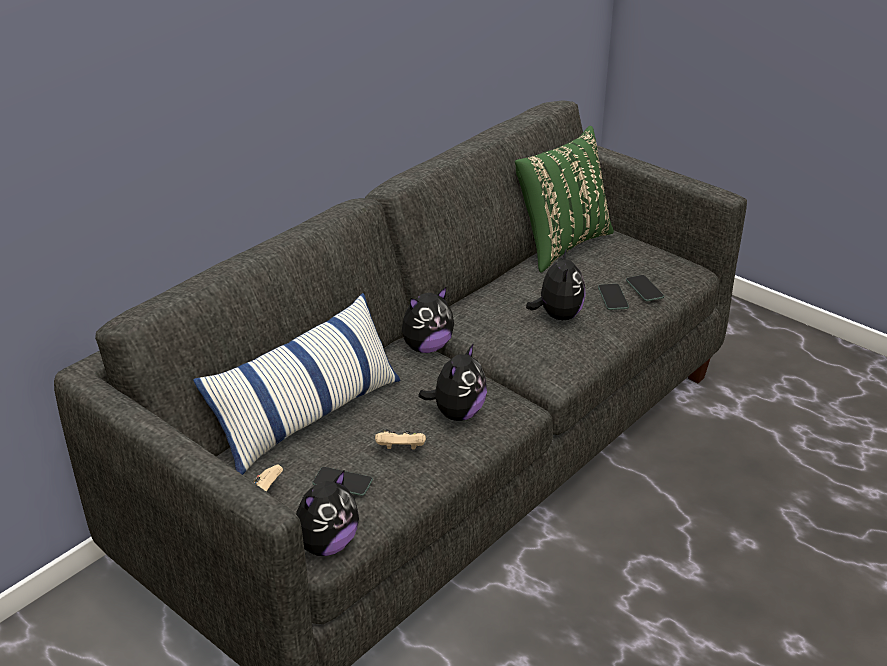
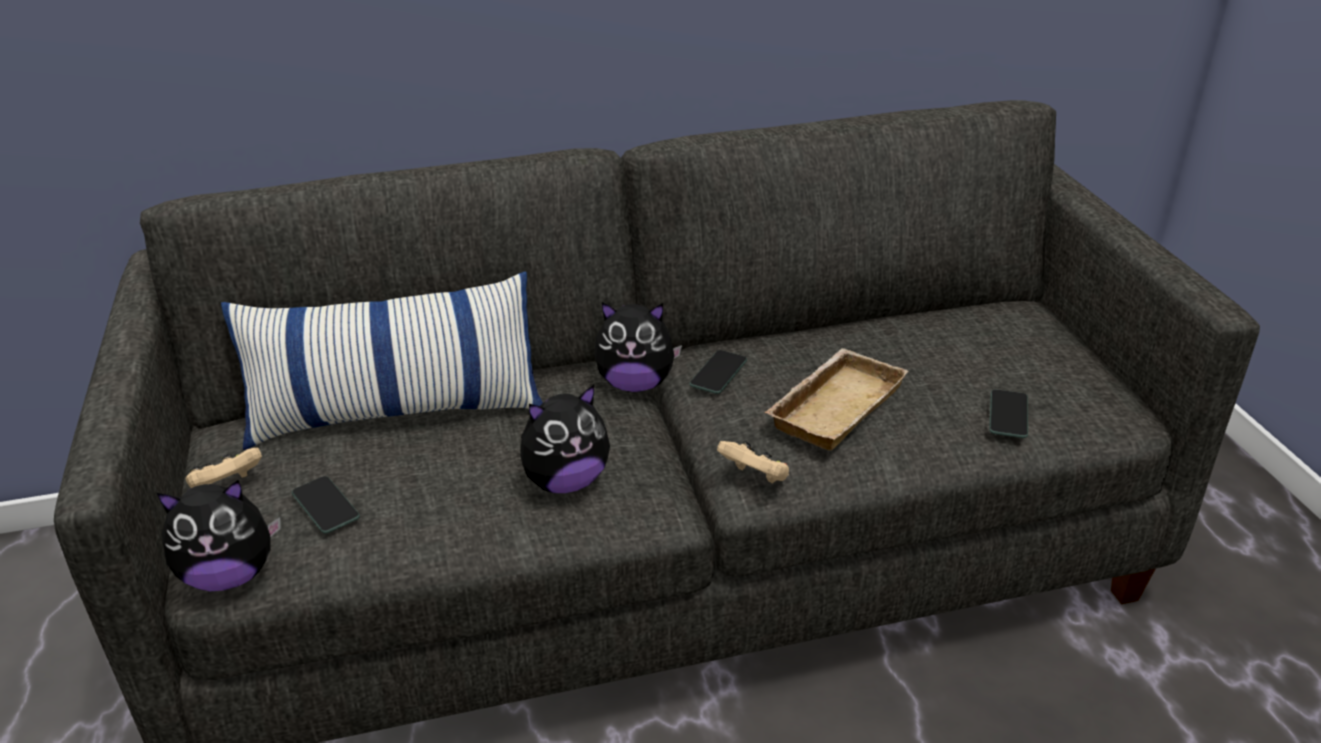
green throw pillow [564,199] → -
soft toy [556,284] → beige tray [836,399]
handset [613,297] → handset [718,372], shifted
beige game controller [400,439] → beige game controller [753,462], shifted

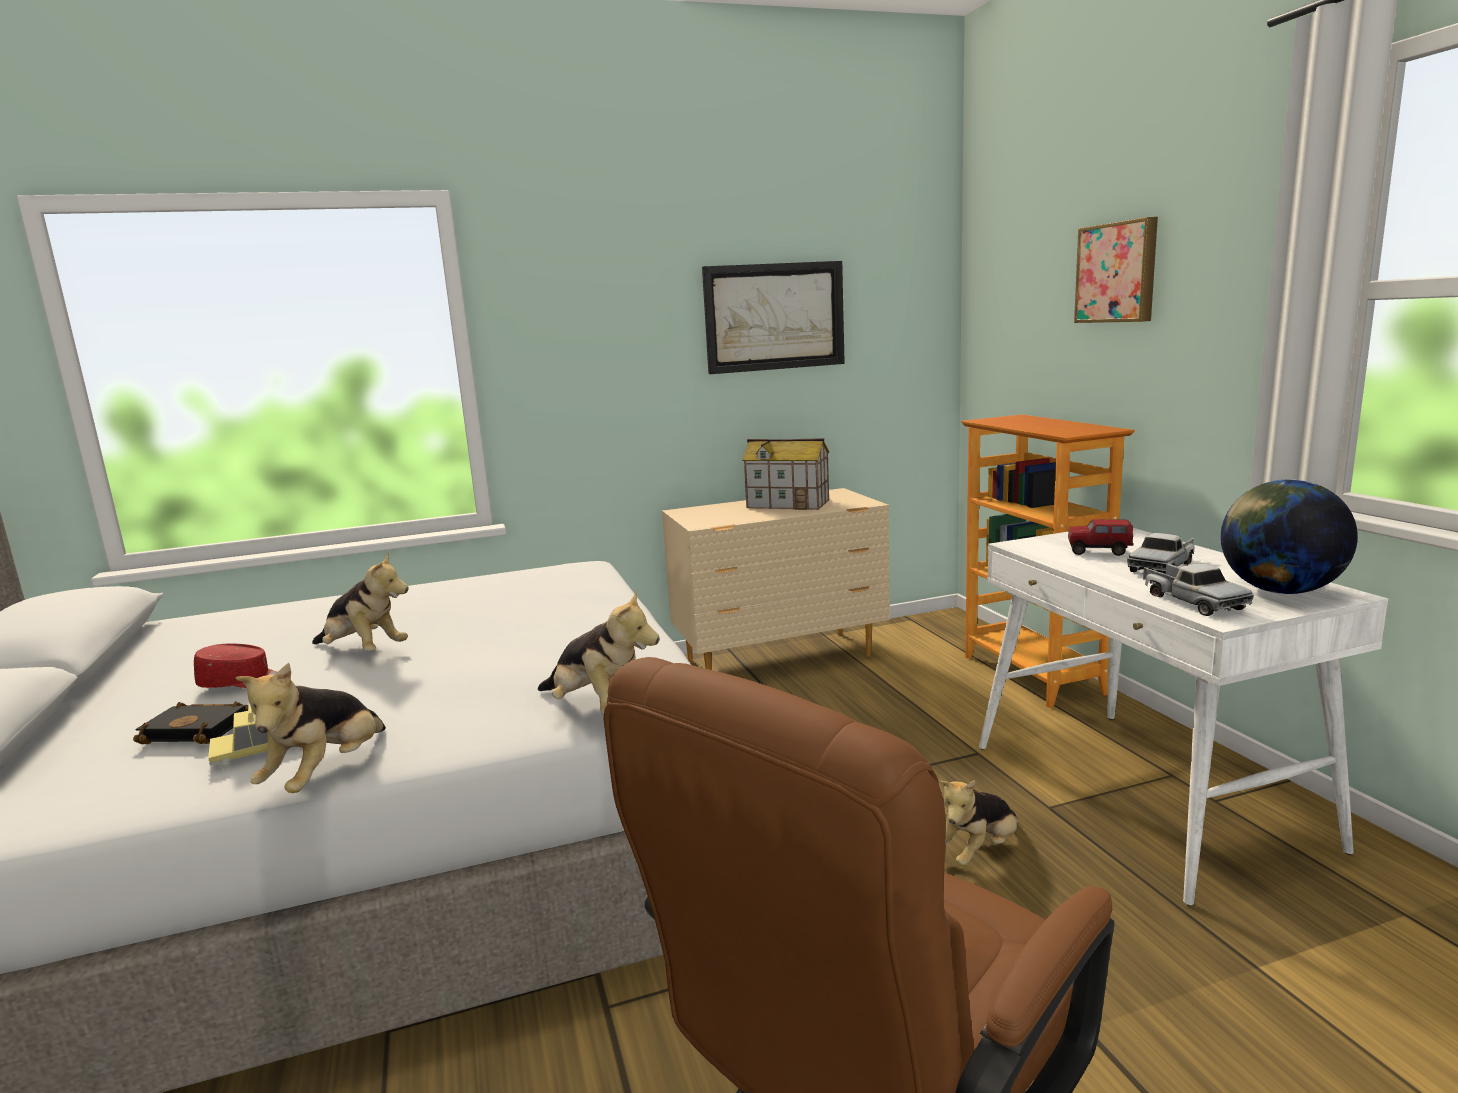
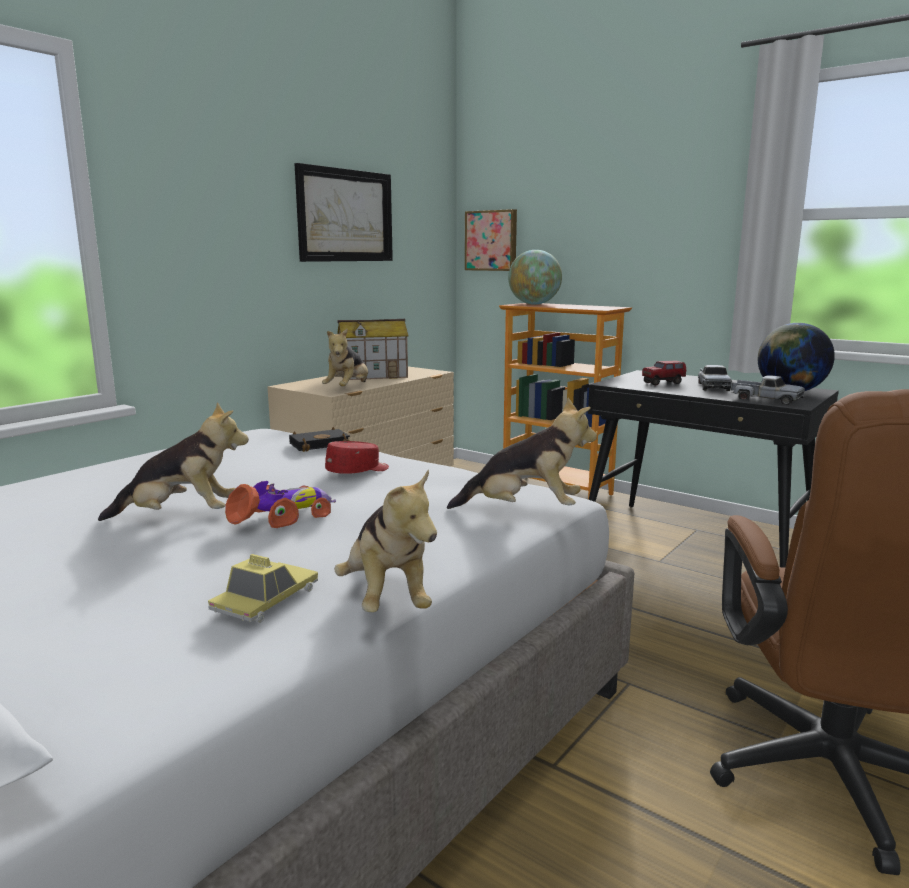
wall art [1116,270] → wall art [491,240], shifted
white desk table [1183,717] → black-coloured desk table [713,468]
red-coloured peaked cap [235,665] → red-coloured peaked cap [357,457], shifted
black-coloured volume [191,722] → black-coloured volume [319,439], shifted
soft toy [979,823] → soft toy [345,357], shifted
- → globe [535,277]
- → toy car [280,504]

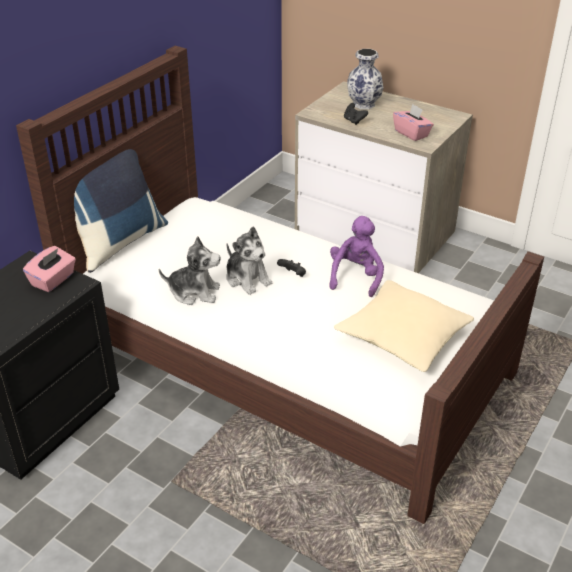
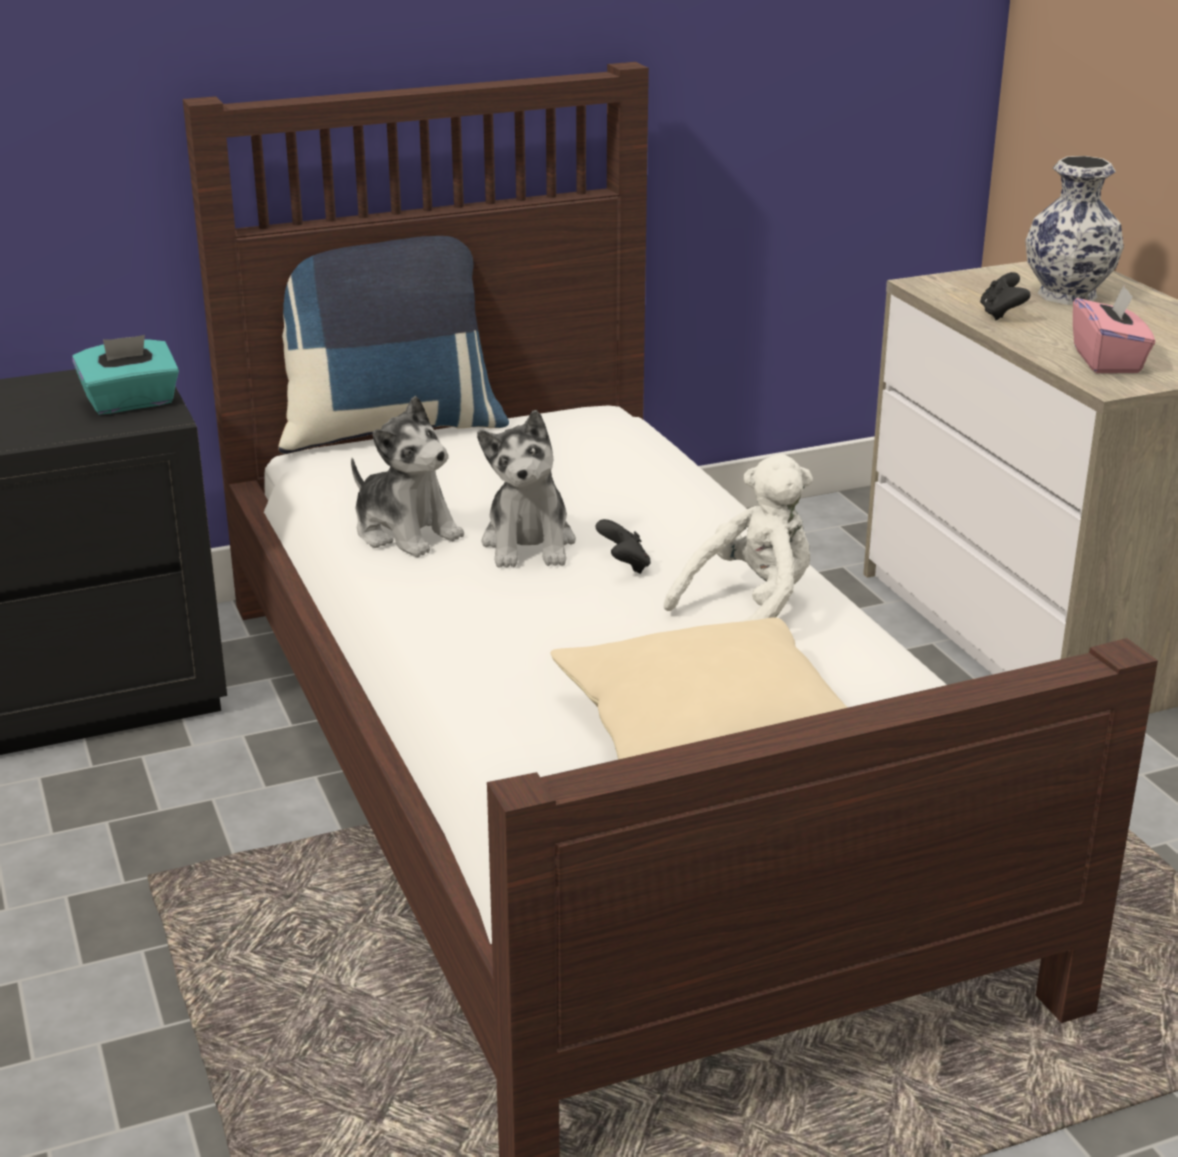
purple-coloured soft toy [356,256] → white soft toy [738,538]
pink-coloured tissue holder [49,269] → turquoise tissue holder [125,375]

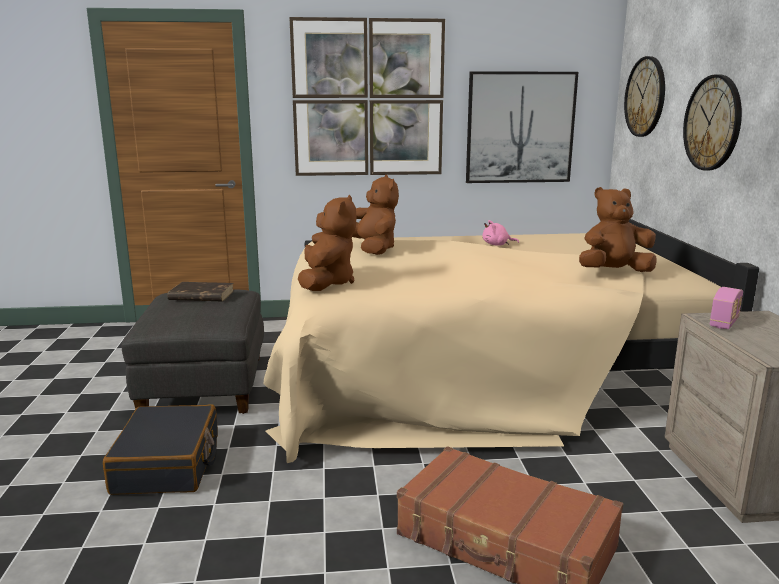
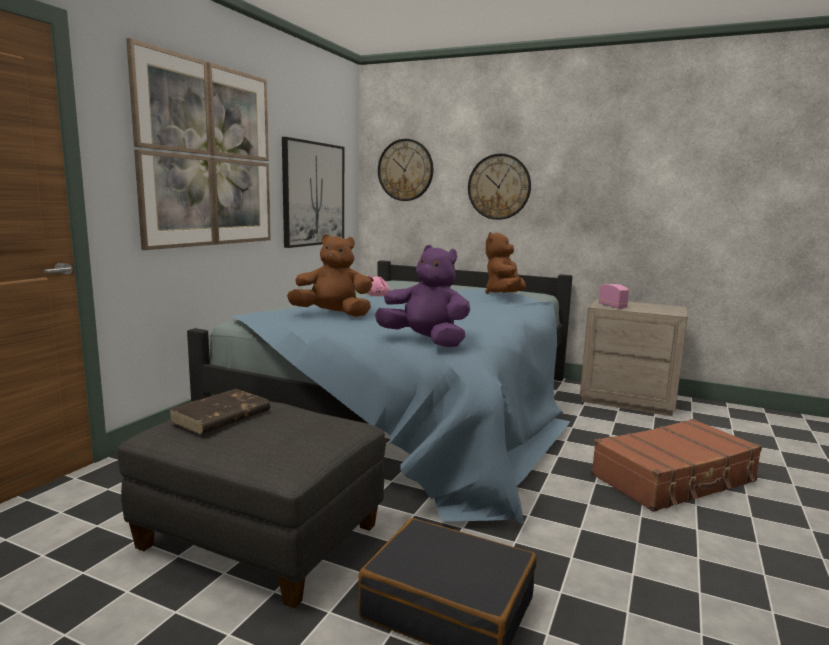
brown soft toy [327,243] → purple-coloured soft toy [422,296]
beige sleeping bed [511,341] → blue-coloured sleeping bed [380,392]

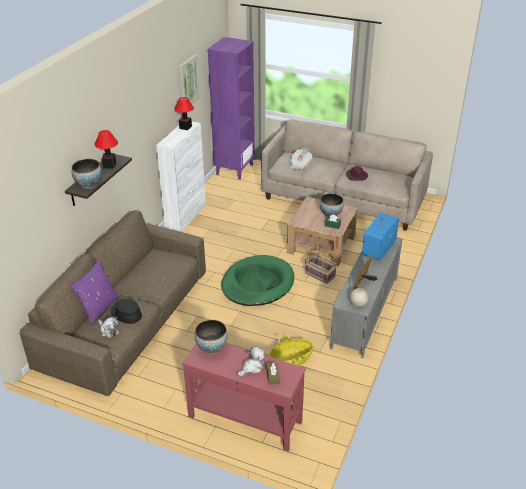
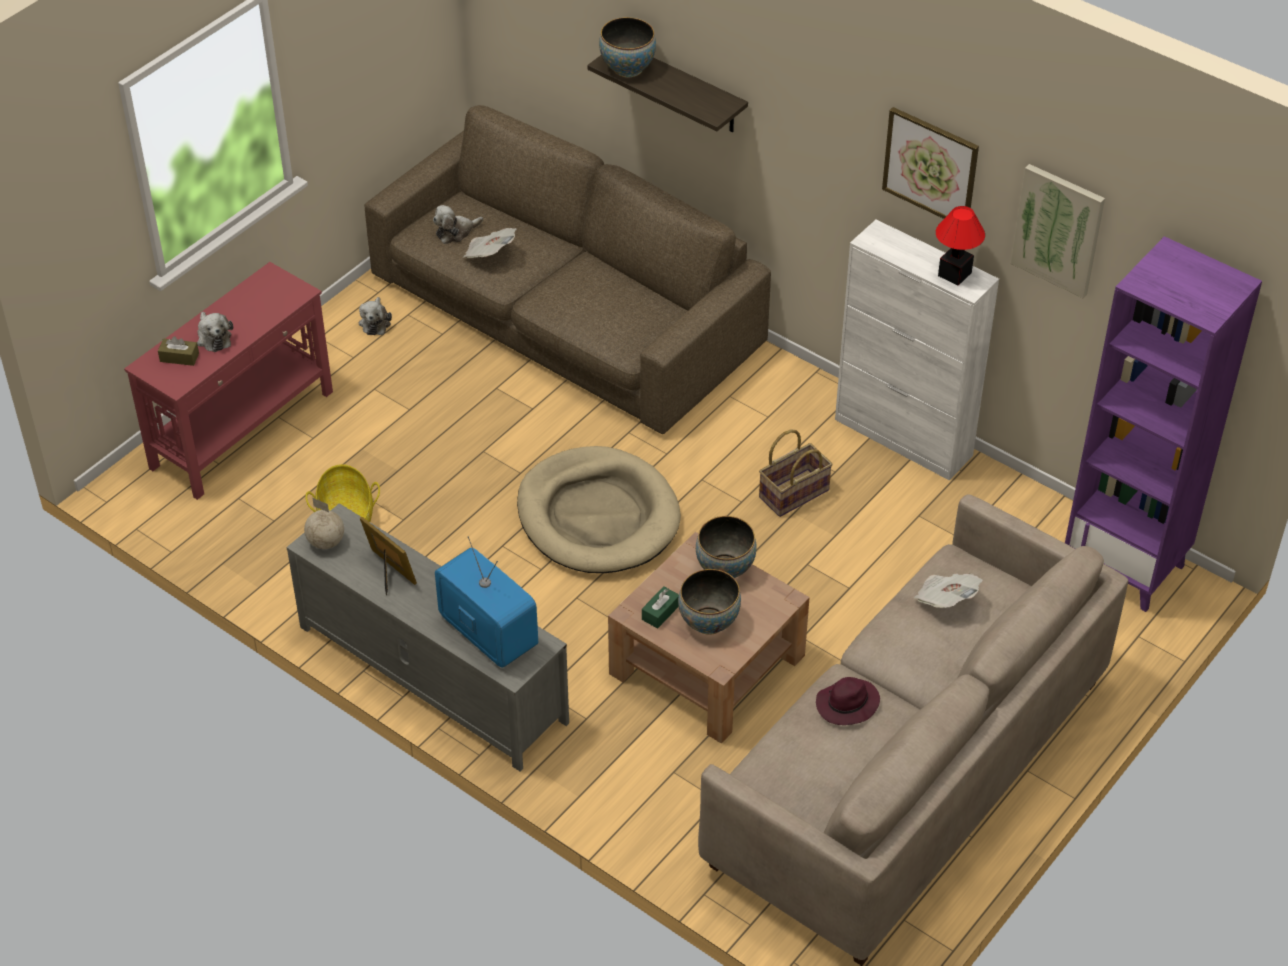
lamp for a table [106,149] → -
household basket [321,264] → household basket [796,473], shifted
green pet bed [257,280] → beige pet bed [599,509]
purple-coloured throw pillow [94,292] → -
black-coloured hat [126,311] → newspaper [489,243]
bowl [211,337] → bowl [726,547], shifted
- → wall art [930,163]
- → soft toy [375,316]

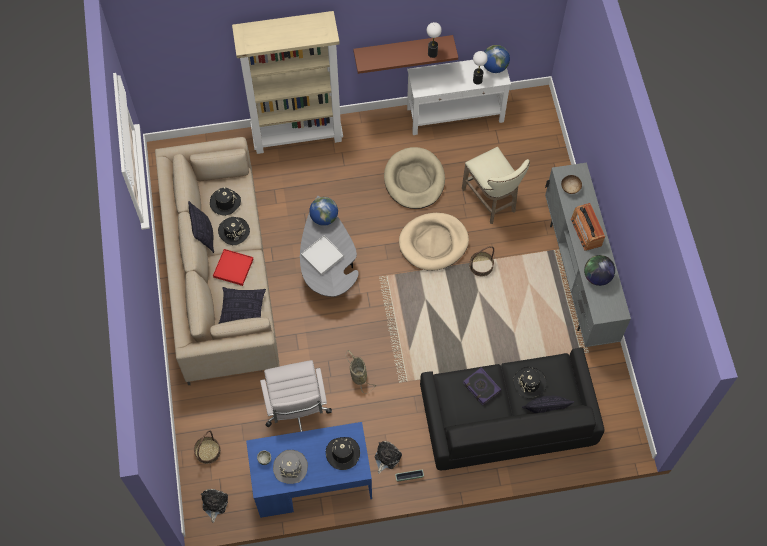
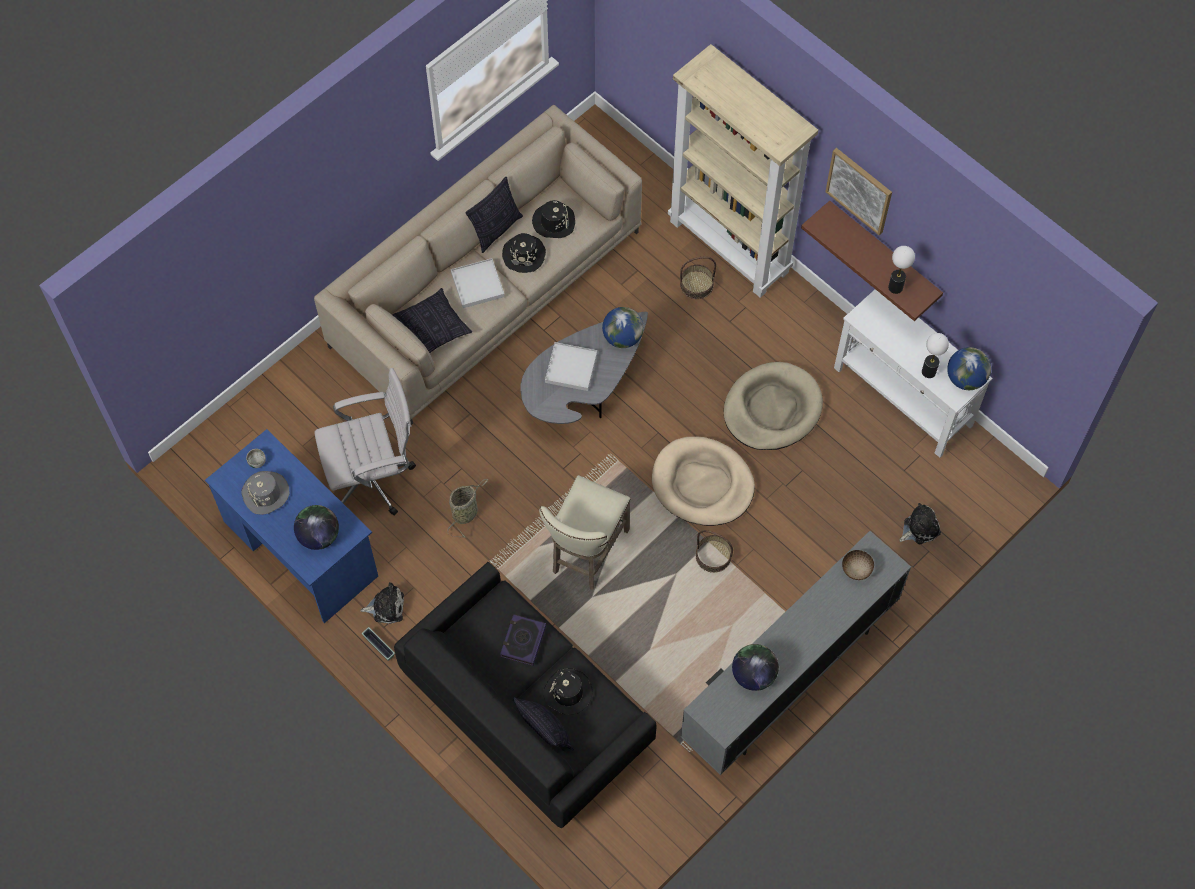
beige stool [496,185] → beige stool [584,532], shifted
radio receiver [588,227] → -
red-coloured tray [233,267] → white tray [478,283]
white office chair [296,396] → white office chair [365,442], 150 degrees counterclockwise
household basket [207,447] → household basket [698,278], shifted
black-coloured hat [343,453] → globe [316,527]
soft toy [214,506] → soft toy [920,523], shifted
- → wall art [858,192]

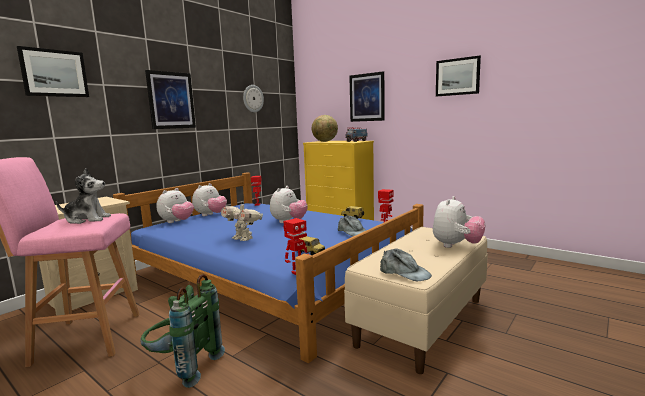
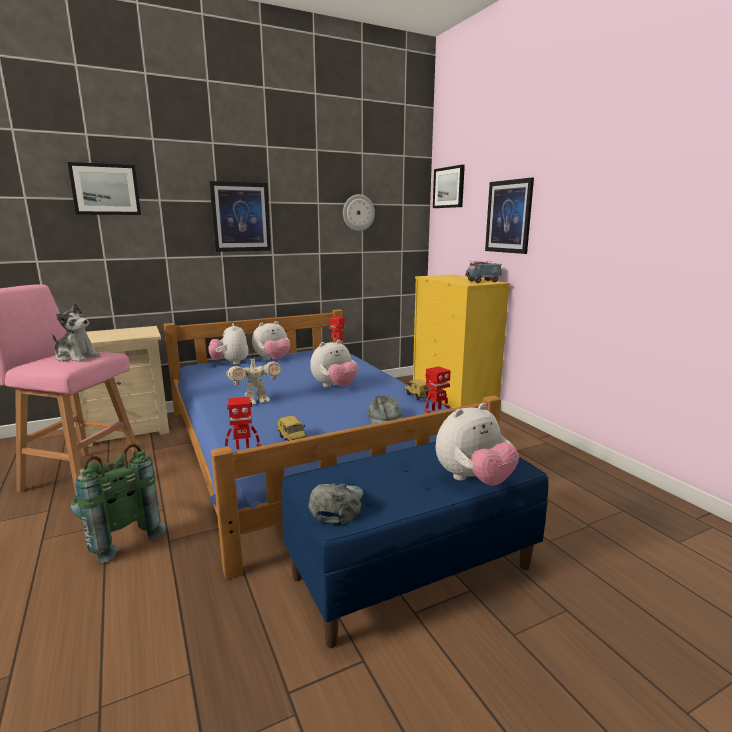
wall art [458,76] → wall art [449,186], shifted
globe [325,128] → -
soft toy [175,205] → soft toy [228,344], 105 degrees clockwise
toy robot [242,222] → toy robot [253,379], 90 degrees counterclockwise
beige indoor bench [416,300] → blue-coloured indoor bench [415,545]
greyish peaked cap [406,264] → greyish peaked cap [335,504], 150 degrees counterclockwise

